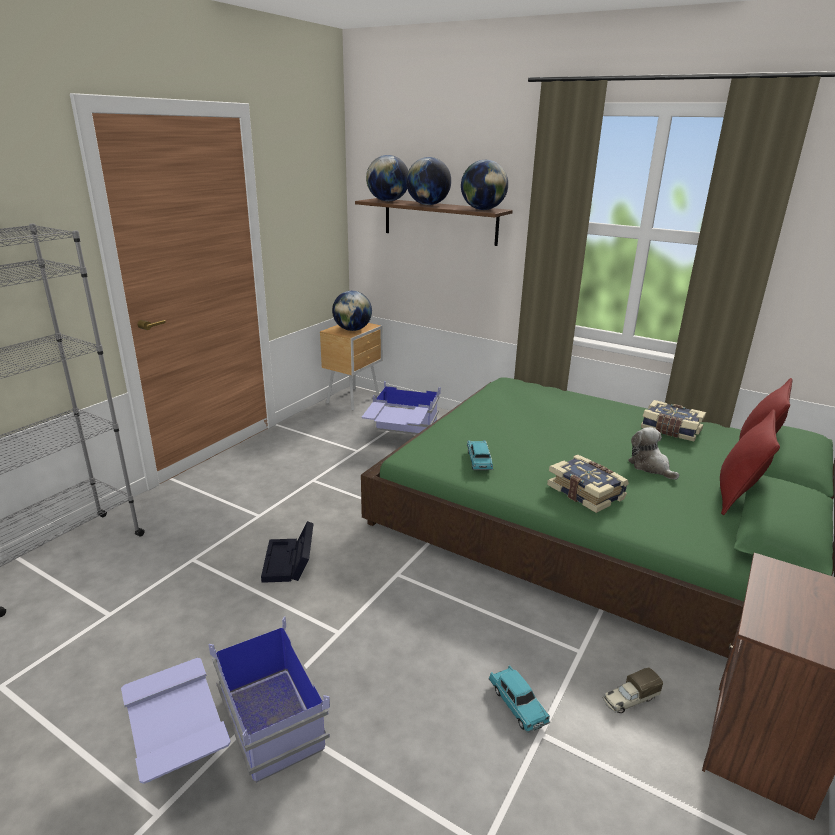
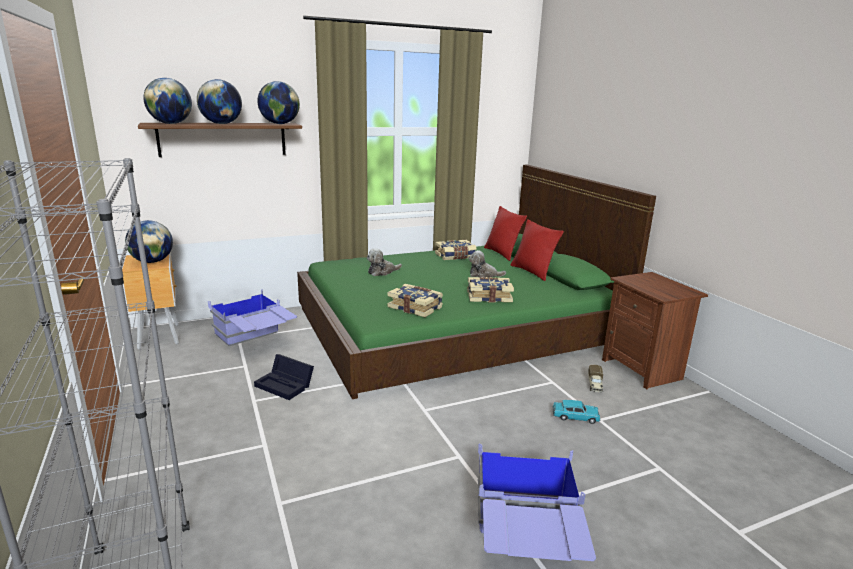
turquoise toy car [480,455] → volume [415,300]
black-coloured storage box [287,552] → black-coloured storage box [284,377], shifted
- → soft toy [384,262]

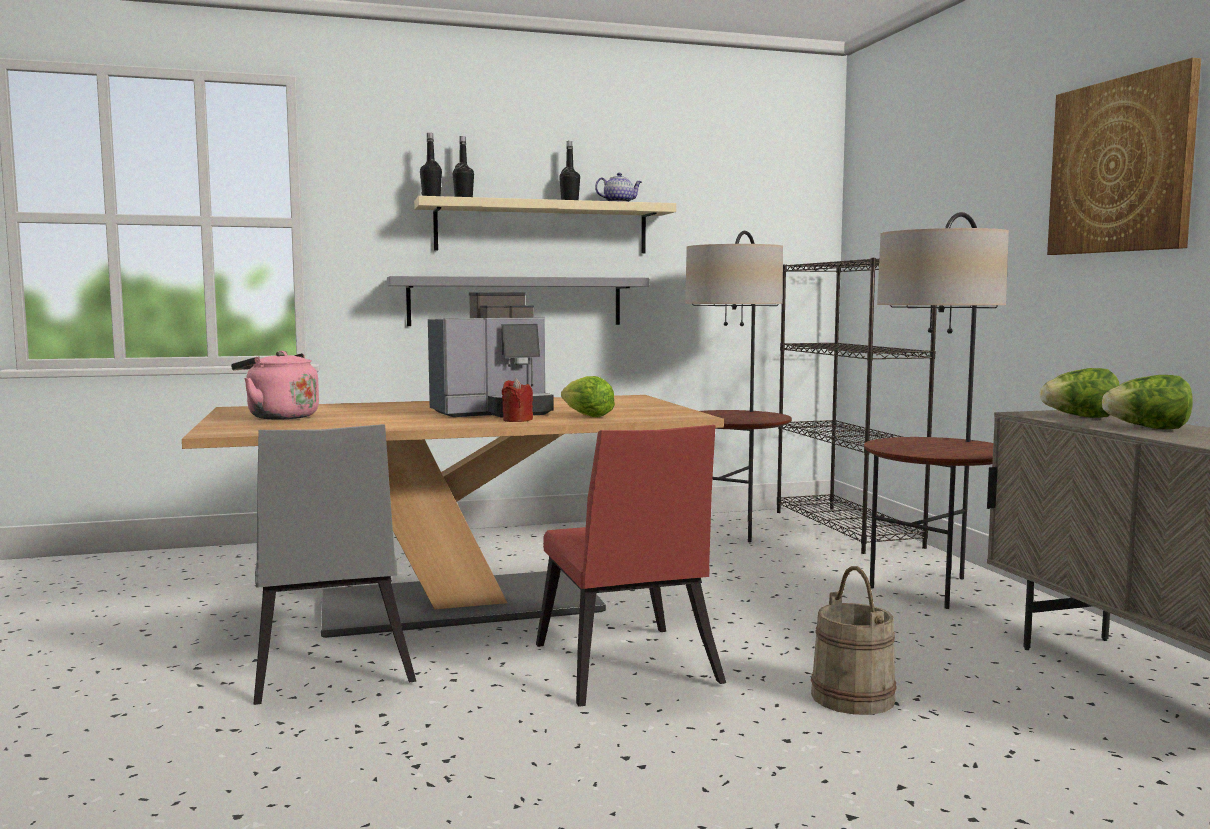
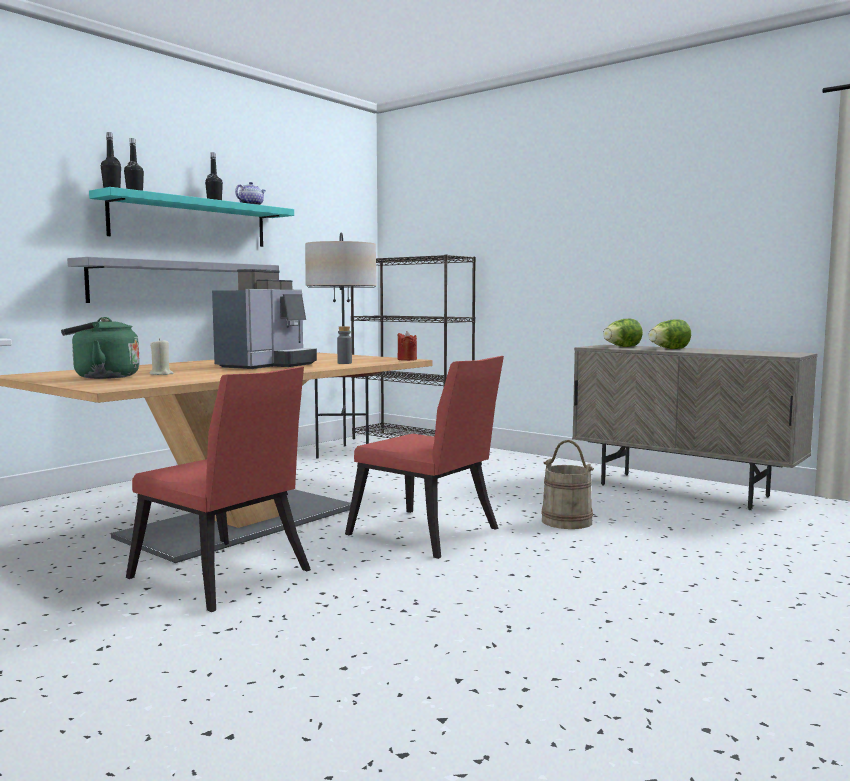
wall art [1124,156] → -
beige shelf [545,224] → turquoise shelf [191,217]
floor lamp [936,410] → -
pink-coloured tea kettle [275,385] → green tea kettle [100,348]
lettuce head [588,397] → greyish bottle [344,345]
red-coloured wax candle [517,400] → red-coloured wax candle [407,346], shifted
greyish upright chair [334,564] → red-coloured upright chair [218,489]
- → beige wax candle [162,356]

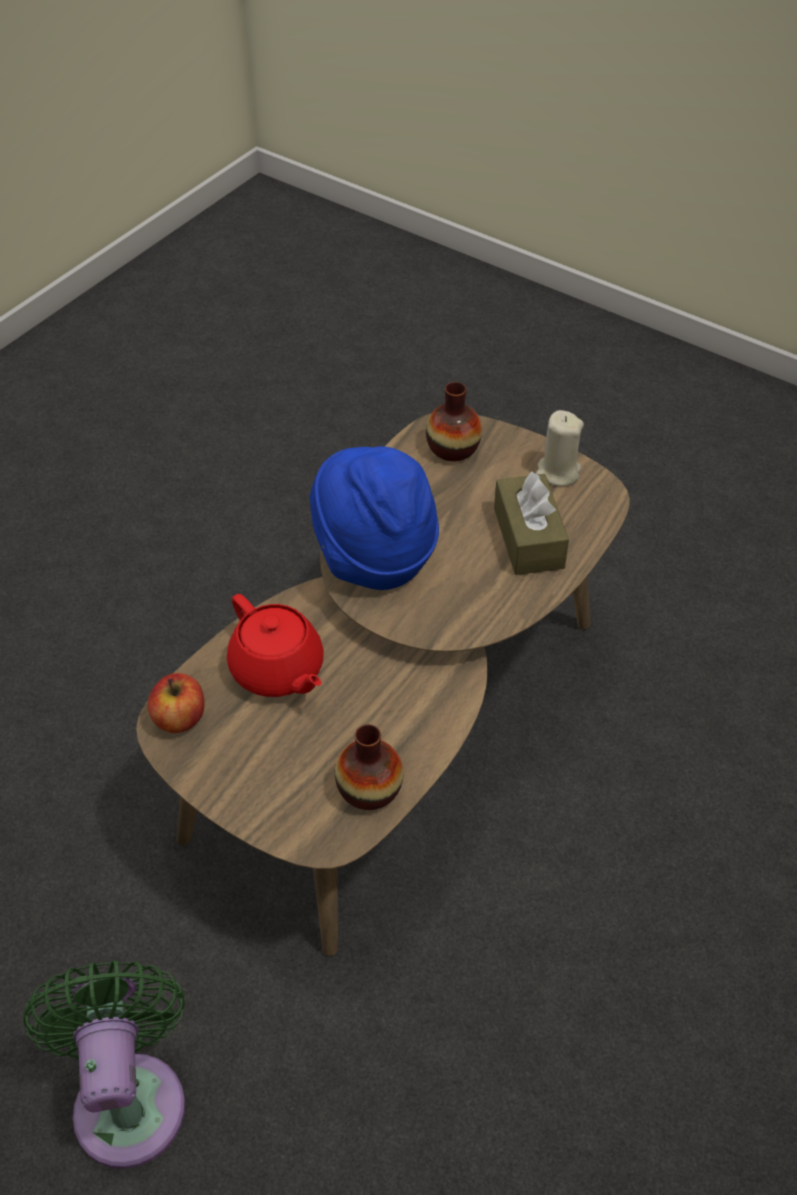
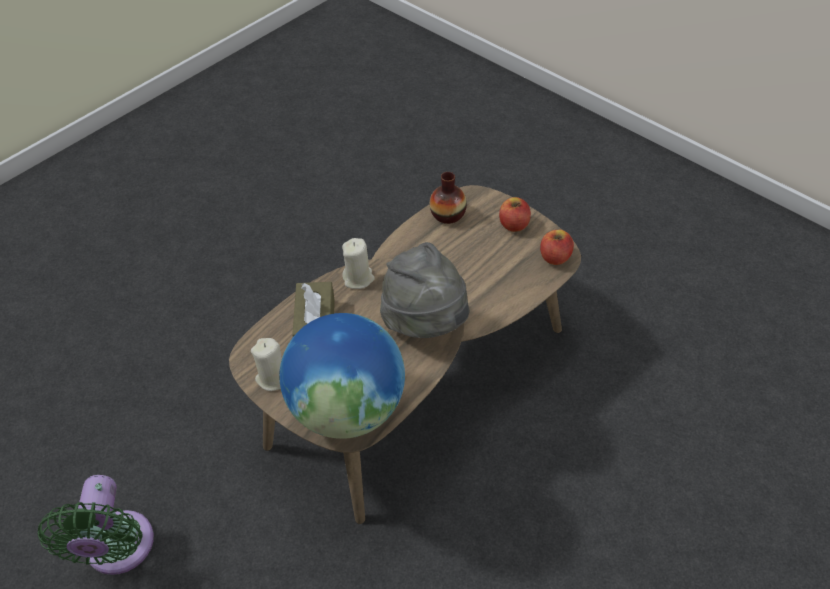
flower vase [454,422] → globe [342,376]
blue-coloured hat [374,518] → greyish hat [425,290]
red-coloured teapot [275,645] → -
green cooling fan [104,1065] → green cooling fan [95,525], shifted
- → apple [515,214]
- → beige wax candle [358,263]

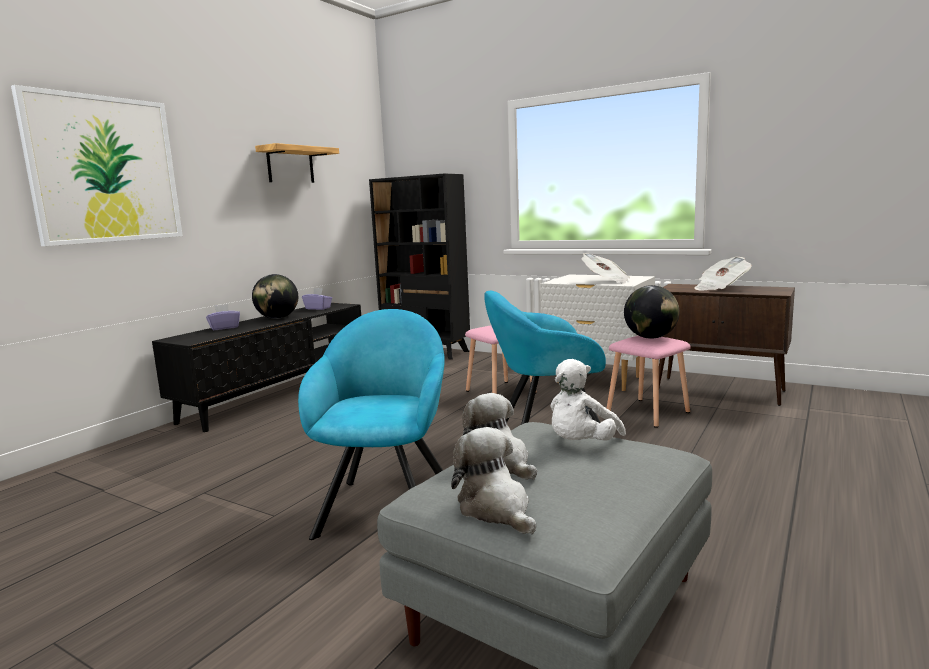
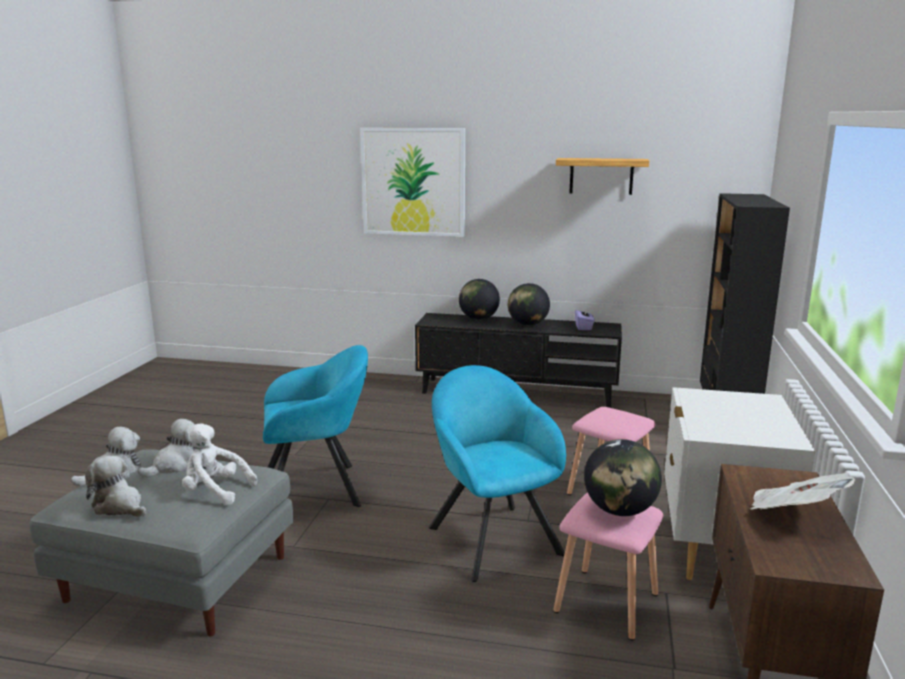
newspaper [605,268] → -
purple-coloured tissue holder [223,317] → globe [479,299]
- → soft toy [116,486]

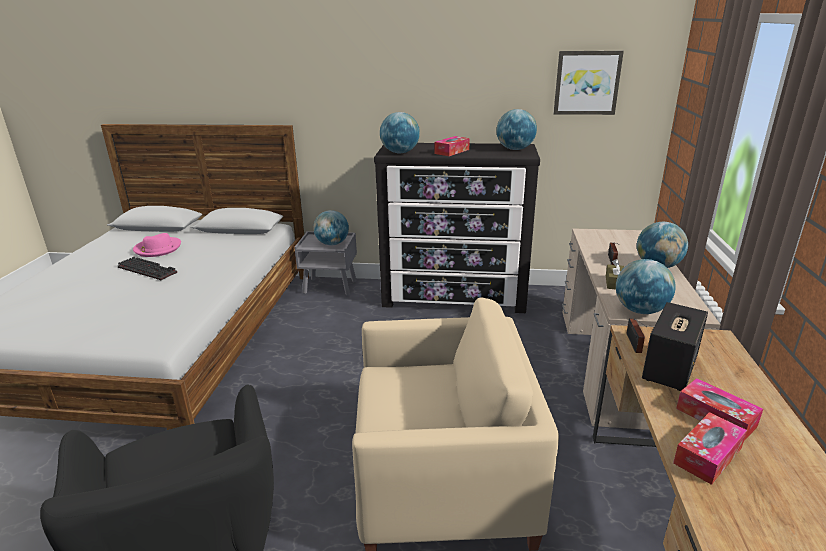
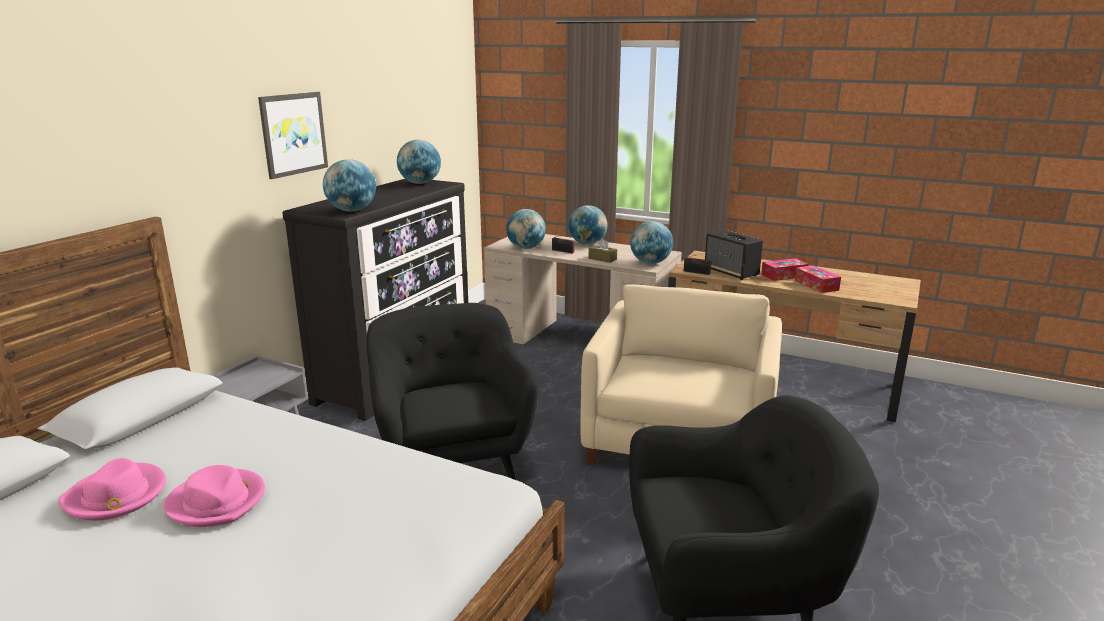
wall art [589,83] → wall art [293,135], shifted
tissue holder [452,146] → -
globe [331,227] → globe [526,229], shifted
computer keyboard [147,268] → pink-coloured hat [214,496]
- → black-coloured lounge chair [452,391]

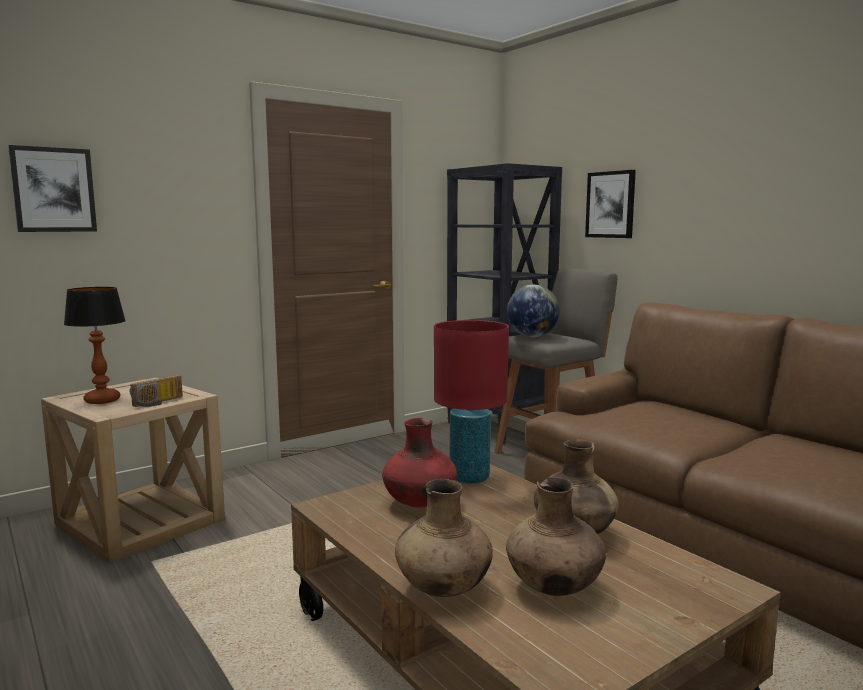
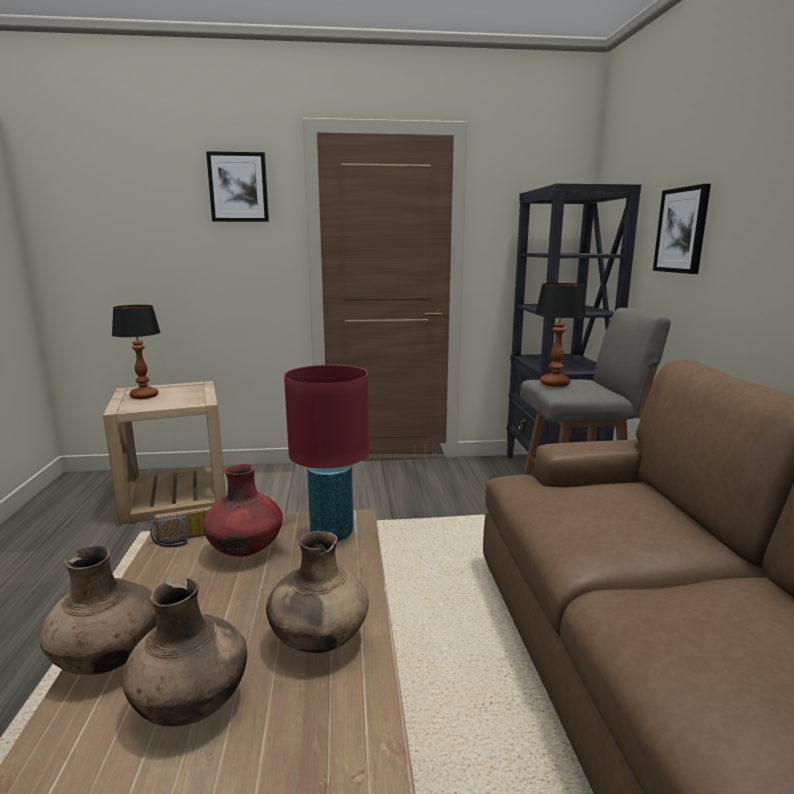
wall art [52,188] → wall art [237,186], shifted
globe [533,311] → lamp for a table [560,335]
radio receiver [156,391] → radio receiver [181,526], shifted

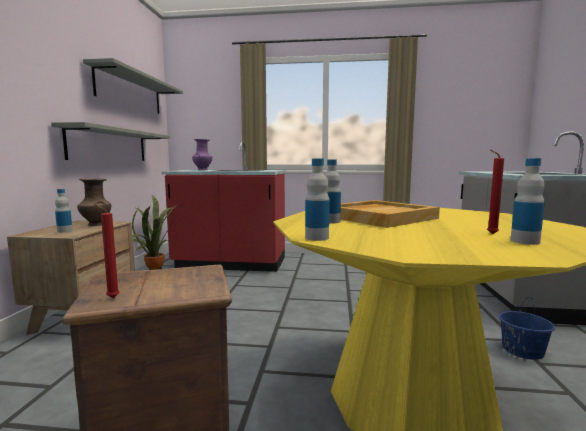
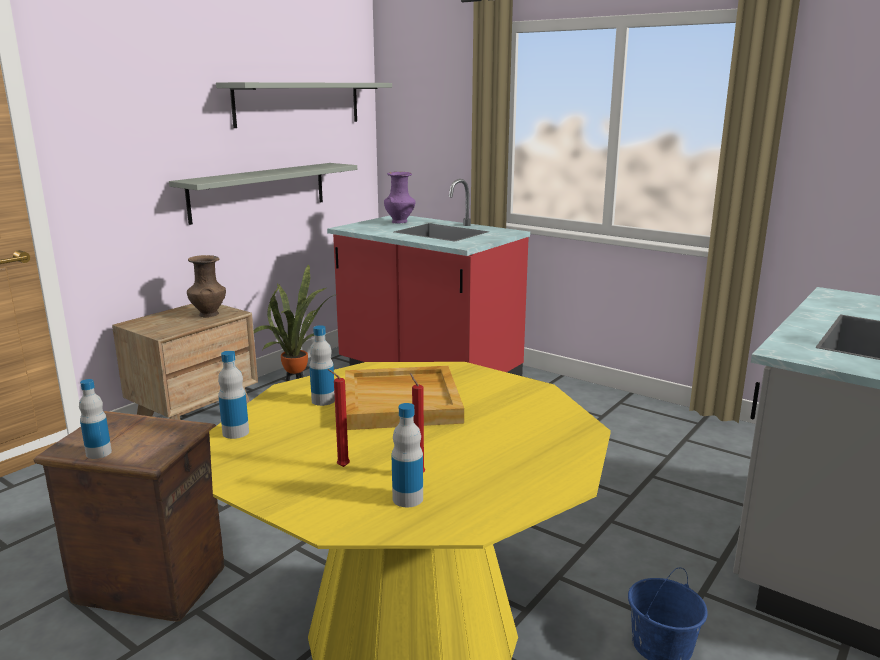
bottle [64,211] → bottle [95,419], shifted
red-coloured wax candle [107,251] → red-coloured wax candle [339,418], shifted

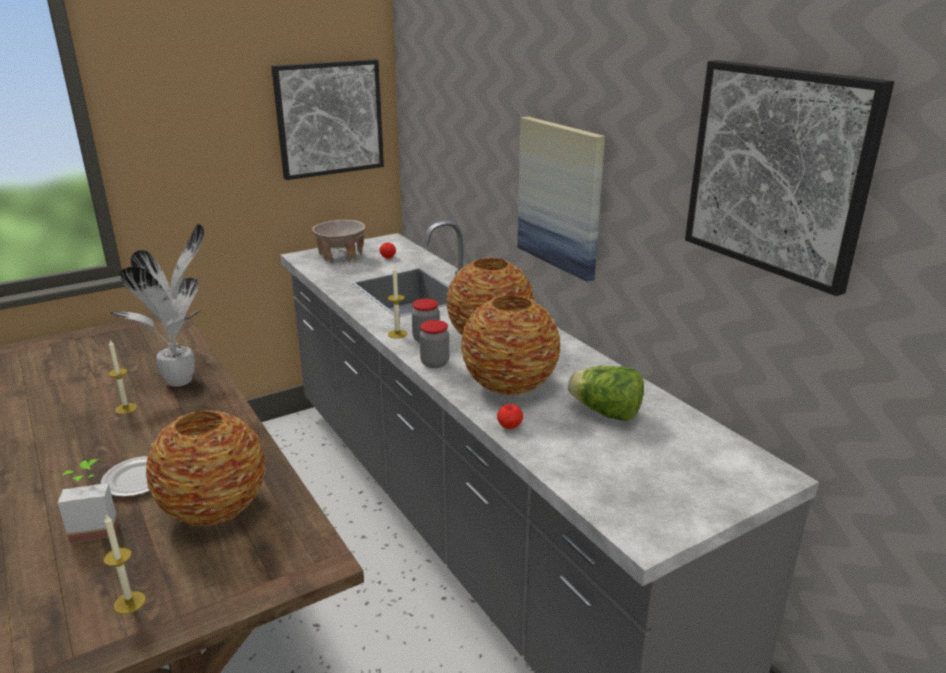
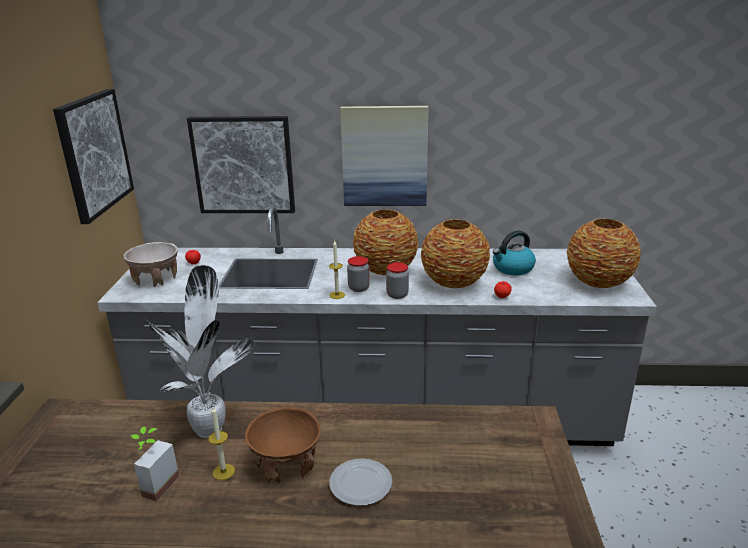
wall art [789,178] → wall art [241,164], shifted
lettuce head [606,393] → tea kettle [514,253]
flower vase [206,468] → flower vase [604,253], shifted
plant in a pot [88,501] → plant in a pot [155,464], shifted
wax candle [124,564] → -
- → brown bowl [283,445]

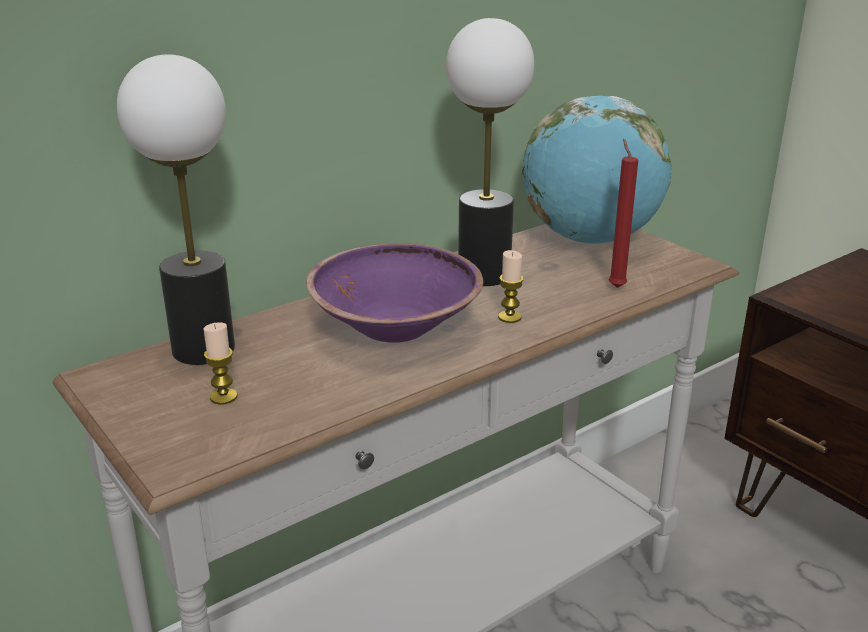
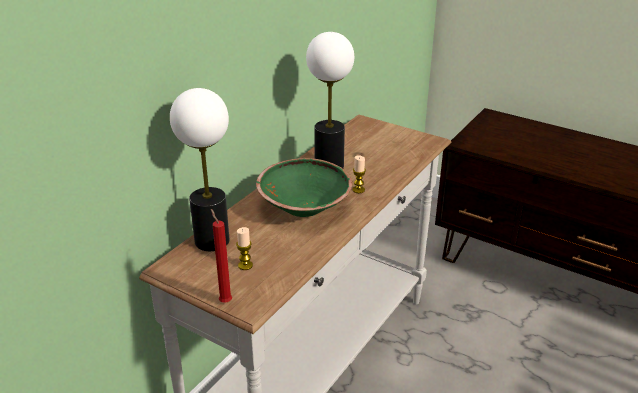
globe [596,170] → -
red-coloured wax candle [623,213] → red-coloured wax candle [221,256], shifted
purple-coloured bowl [394,293] → green bowl [304,187]

